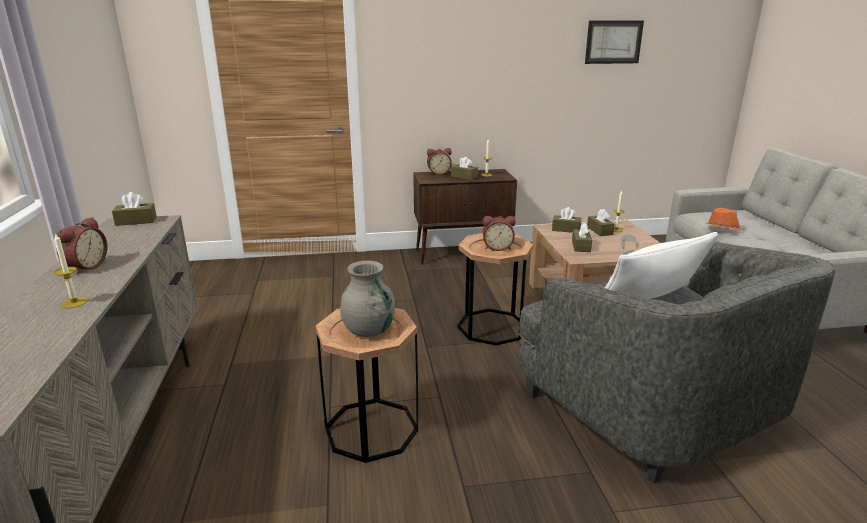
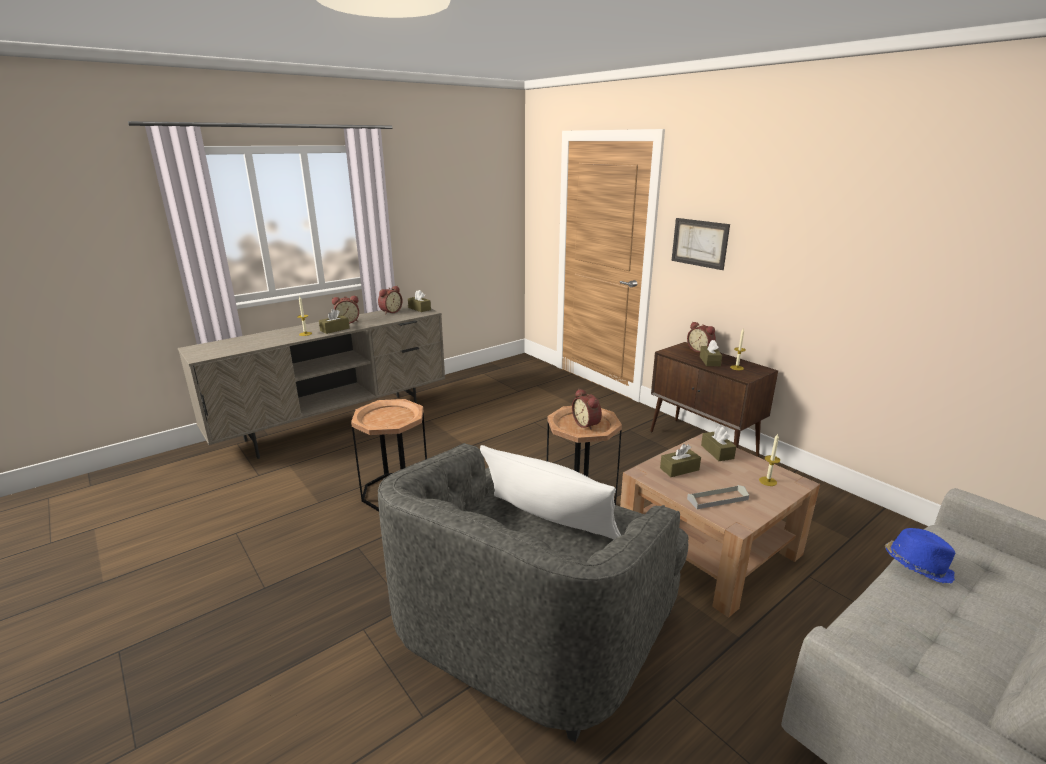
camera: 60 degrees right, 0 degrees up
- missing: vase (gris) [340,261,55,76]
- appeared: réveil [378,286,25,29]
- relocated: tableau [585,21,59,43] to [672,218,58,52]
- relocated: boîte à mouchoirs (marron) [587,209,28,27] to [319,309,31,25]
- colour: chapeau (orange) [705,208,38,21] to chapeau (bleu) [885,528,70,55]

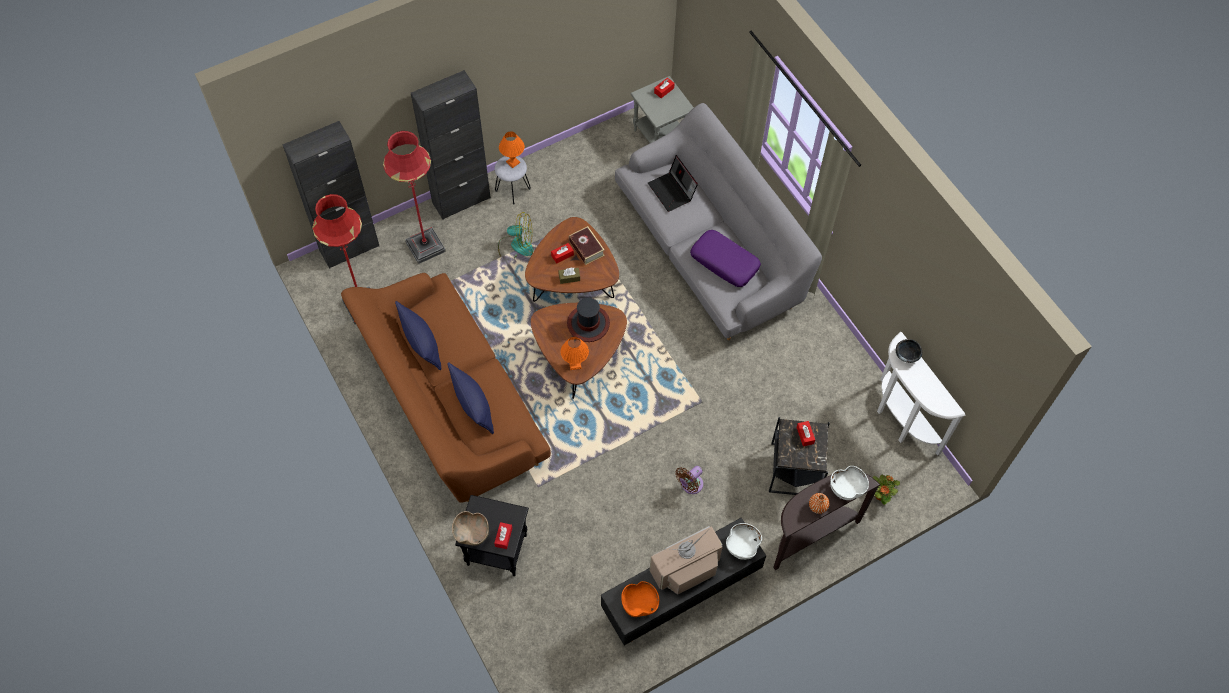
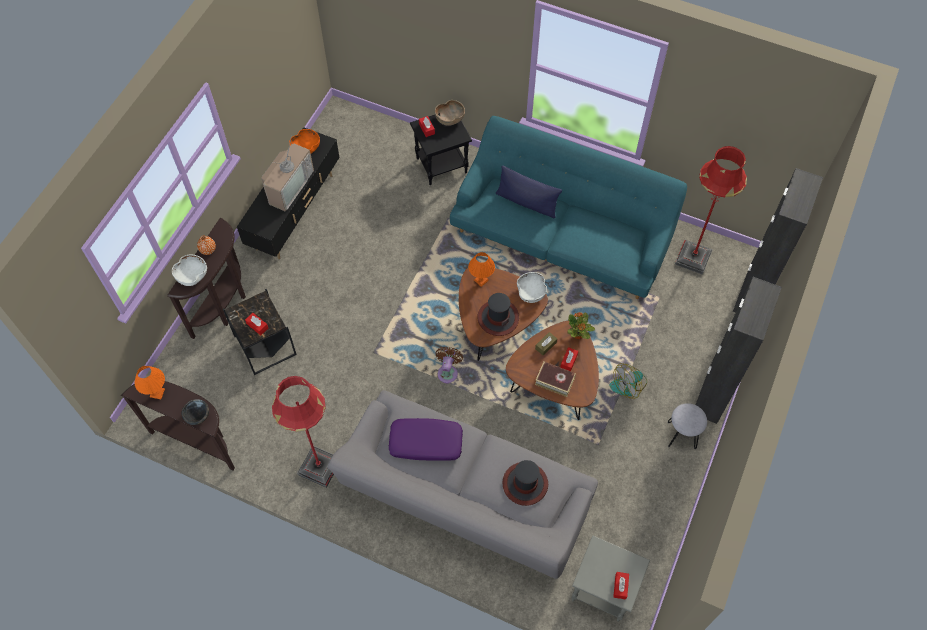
camera: 145 degrees right, 0 degrees up
- missing: coussin (bleu) [395,301,47,69]
- relocated: lampadaire (rouge) [383,131,63,133] to [272,376,62,112]
- relocated: lampe de table (orange) [499,131,26,37] to [134,366,31,33]
- relocated: ventilateur (marron) [675,466,28,28] to [436,347,27,36]
- relocated: bol (blanc) [726,523,36,37] to [517,272,30,31]
- relocated: plante en pot [872,474,28,31] to [568,312,27,27]
- exchanged: ordinateur portable [648,155,50,57] to chapeau [502,460,46,46]
- colour: canapé (marron) [341,273,210,230] to canapé (turquoise) [450,116,237,183]
- colour: table console (blanc) [877,332,89,124] to table console (marron) [121,381,114,89]

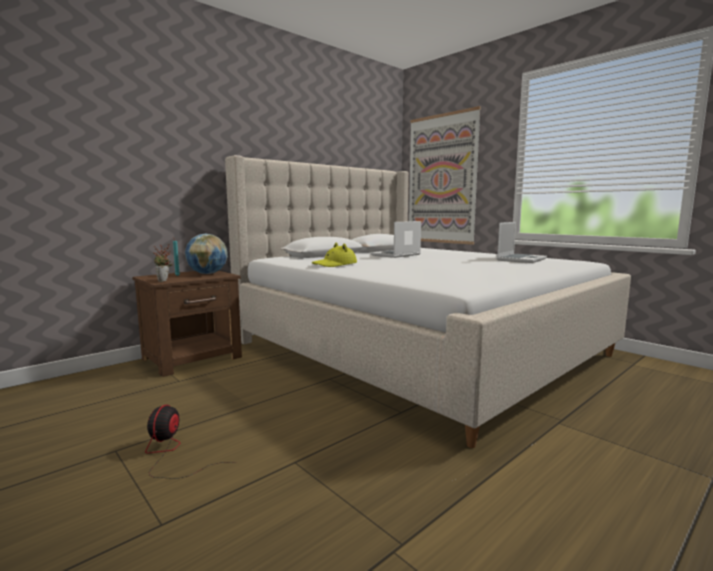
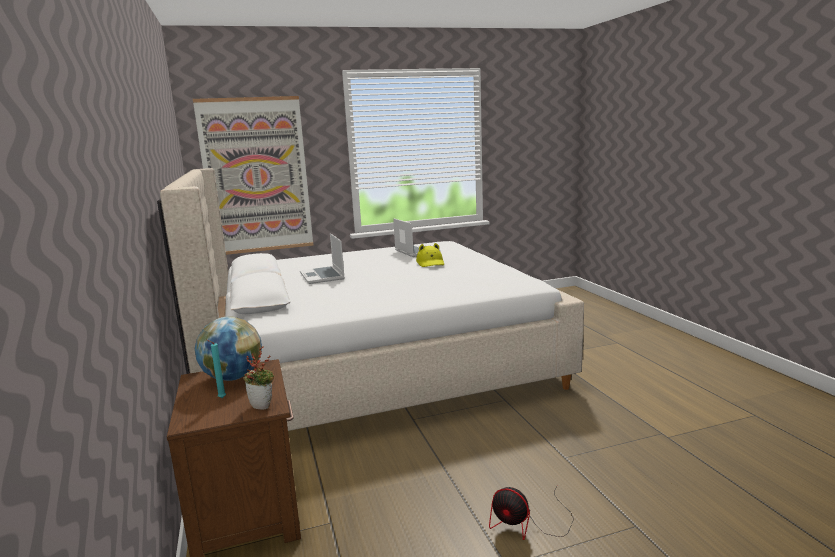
camera: 65 degrees left, 5 degrees up
- relocated: chapeau (jaune) [312,243,45,24] to [416,243,28,24]

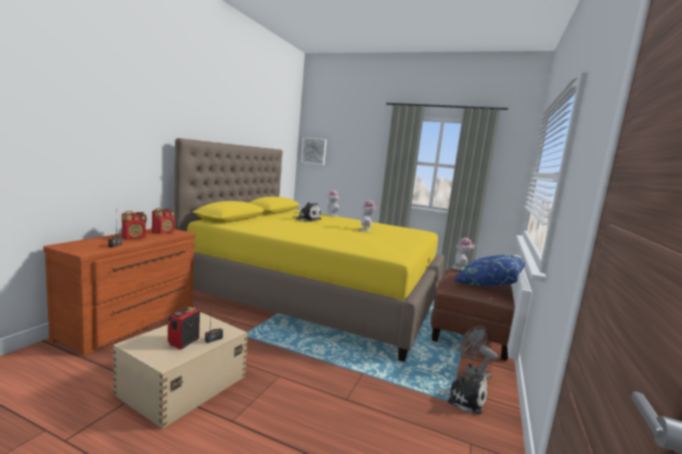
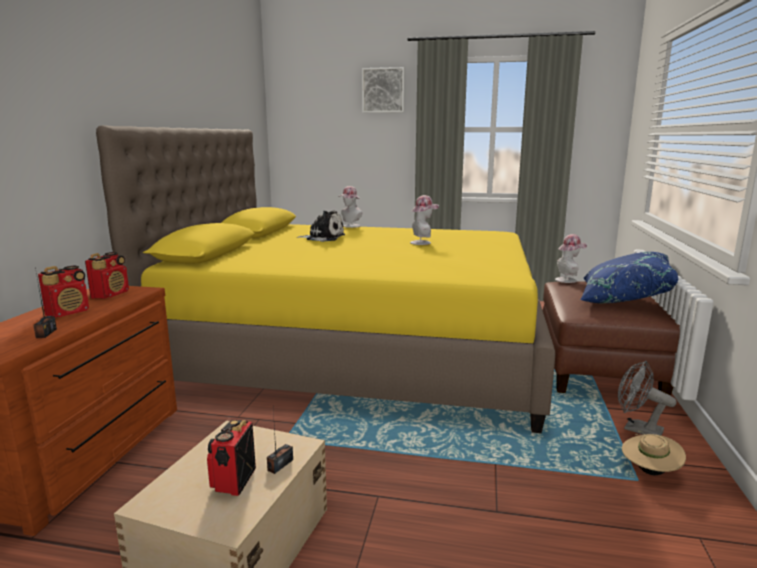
camera: 10 degrees left, 5 degrees up
- relocated: tableau [301,137,26,28] to [362,67,43,46]
- exchanged: peluche [436,367,51,47] to chapeau (beige) [622,430,64,45]

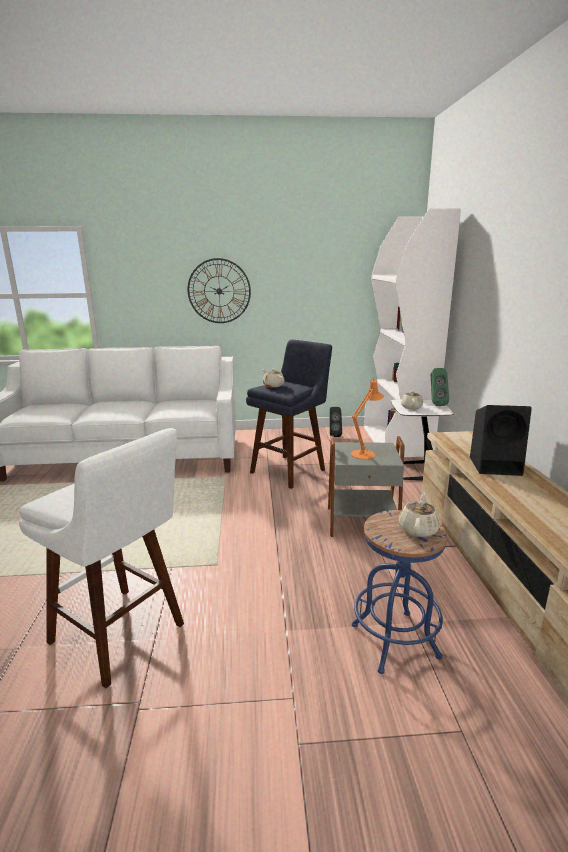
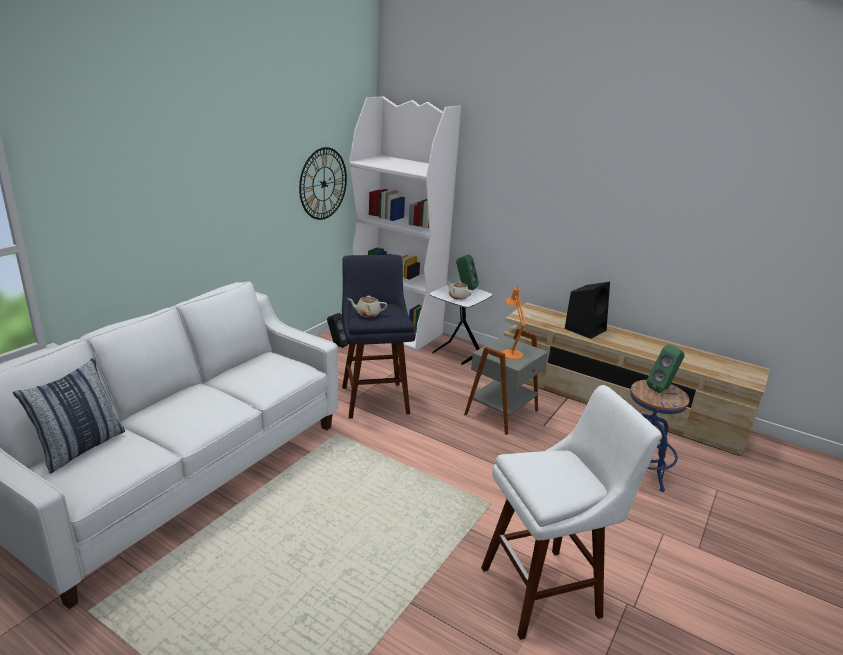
camera: 55 degrees left, 5 degrees up
- appeared: coussin [13,357,112,117]
- relocated: horloge murale [188,258,63,65] to [299,147,48,73]
- exchanged: théière (beige) [399,492,41,45] to enceinte (vert) [647,344,38,49]

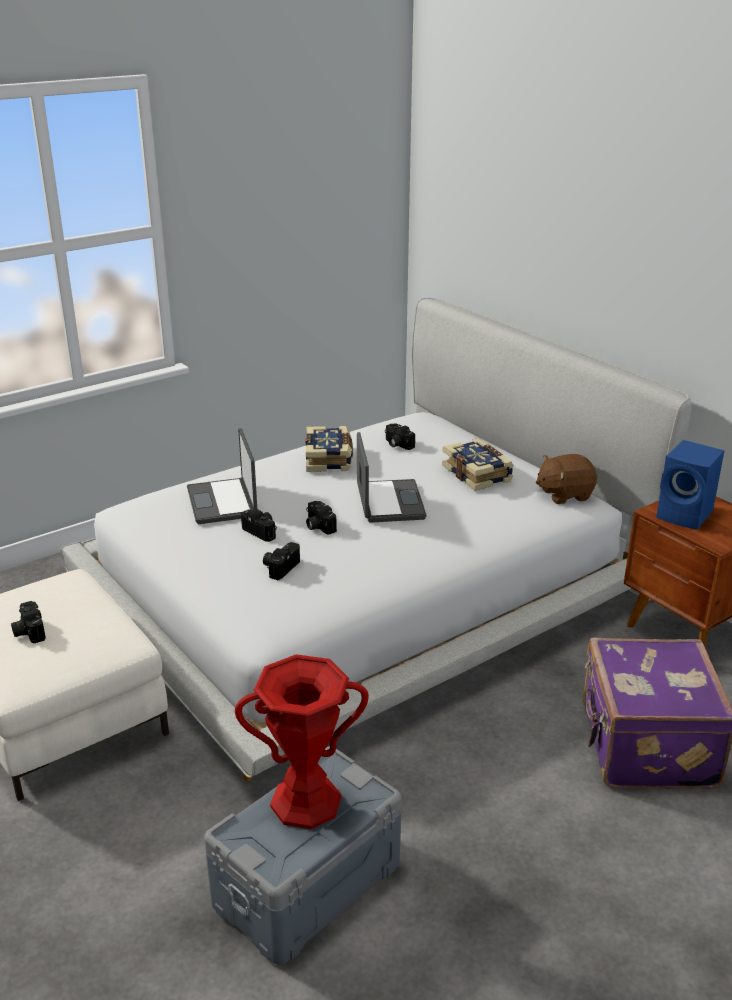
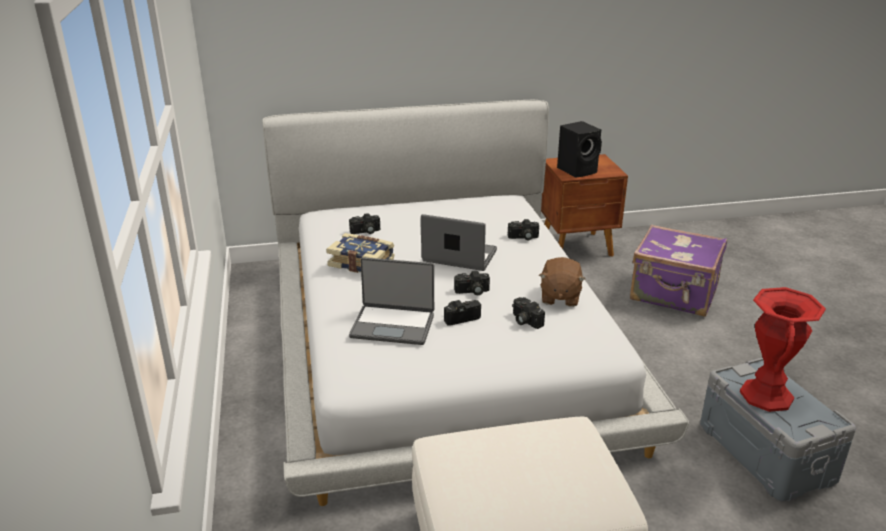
camera: 65 degrees left, 0 degrees up
- missing: livre [442,438,72,53]
- relocated: appareil photo [11,601,35,43] to [508,219,31,21]
- relocated: peluche (marron) [536,454,61,50] to [539,257,46,50]
- colour: enceinte (bleu) [656,440,69,90] to enceinte (noir) [557,121,45,57]

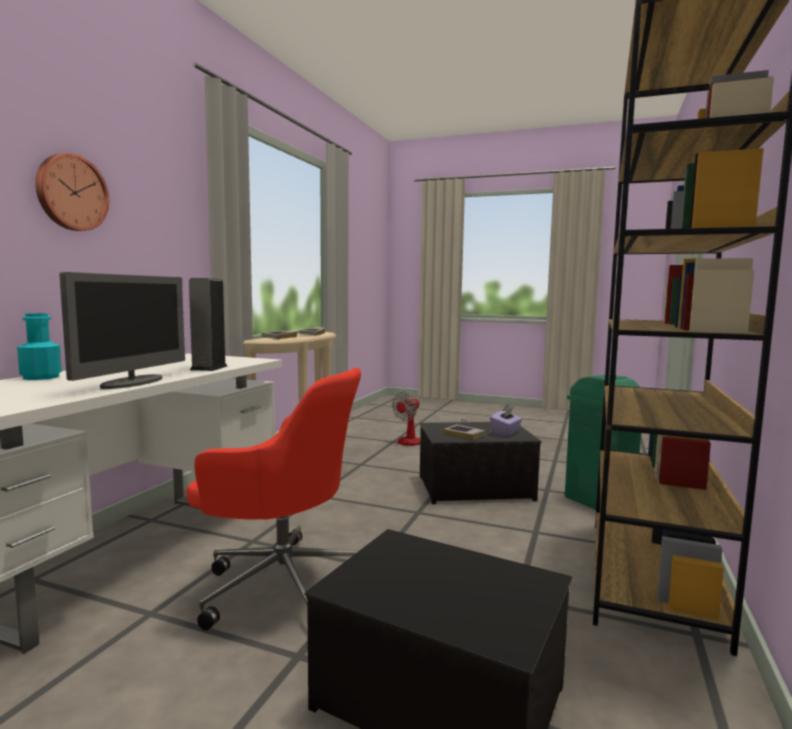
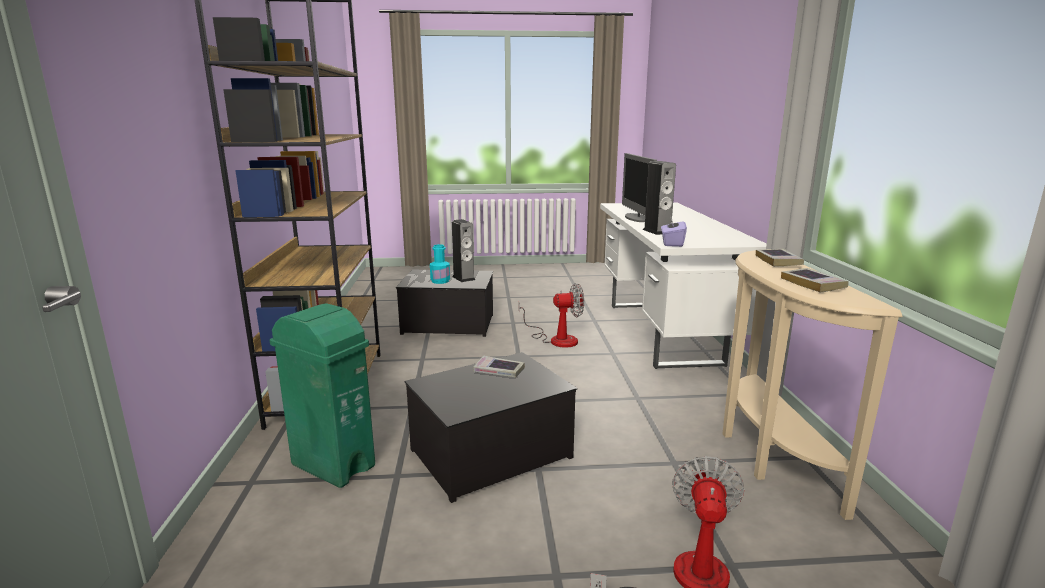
camera: 155 degrees right, 10 degrees up
- missing: horloge murale [35,153,74,78]
- appeared: enceinte [452,219,23,63]
- relocated: bouteille (turquoise) [17,313,45,67] to [430,244,20,40]
- relocated: boîte à mouchoirs (violet) [490,407,32,29] to [661,217,26,30]
- exchanged: chaise de bureau (rouge) [186,368,175,263] to ventilateur [519,283,65,65]

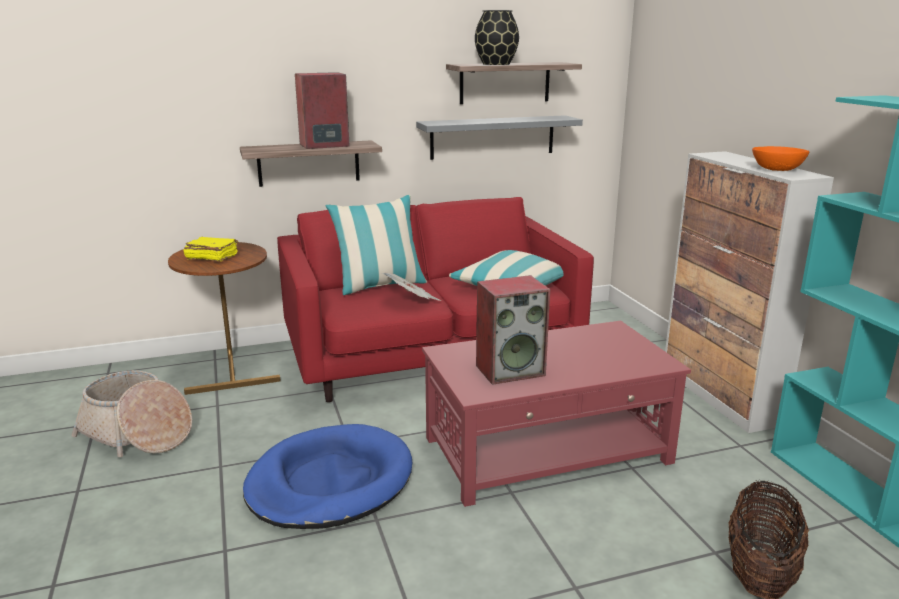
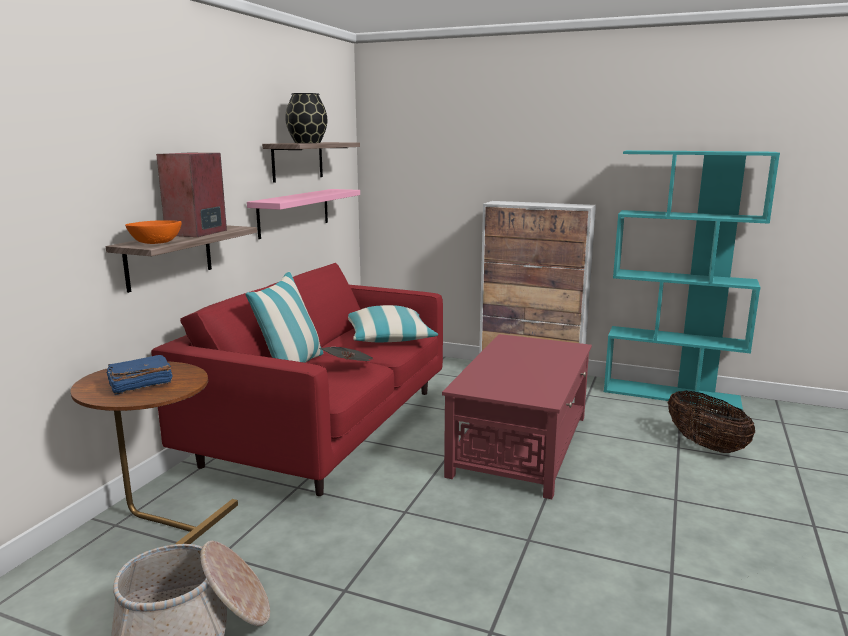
camera: 50 degrees left, 5 degrees down
- missing: panier pour chien (bleu) [243,424,169,105]
- missing: enceinte [476,275,74,110]
- relocated: bol (orange) [752,146,57,25] to [125,220,57,24]
- colour: livre (jaune) [183,237,55,25] to livre (bleu) [106,355,66,40]
- colour: étagère (gris) [416,115,167,45] to étagère (rose) [247,189,113,50]

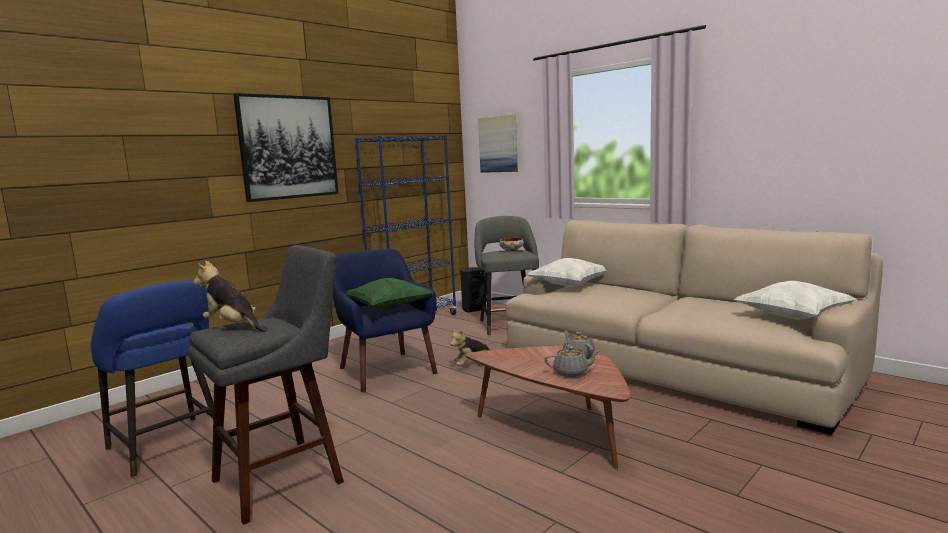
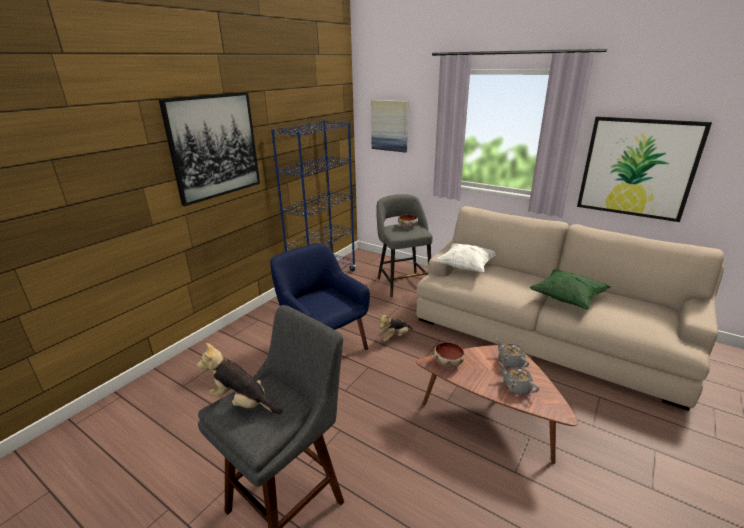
camera: 10 degrees left, 15 degrees up
- missing: tabouret (bleu) [91,281,133,196]
- missing: enceinte (noir) [460,267,26,46]
- missing: coussin (blanc) [734,281,122,39]
- appeared: bol [433,342,32,25]
- appeared: tableau [577,116,135,106]
- relocated: coussin (vert) [346,278,87,32] to [529,269,82,40]
- spun: théière (gris) [544,346,56,31] = [499,362,40,33] 120 degrees counterclockwise

